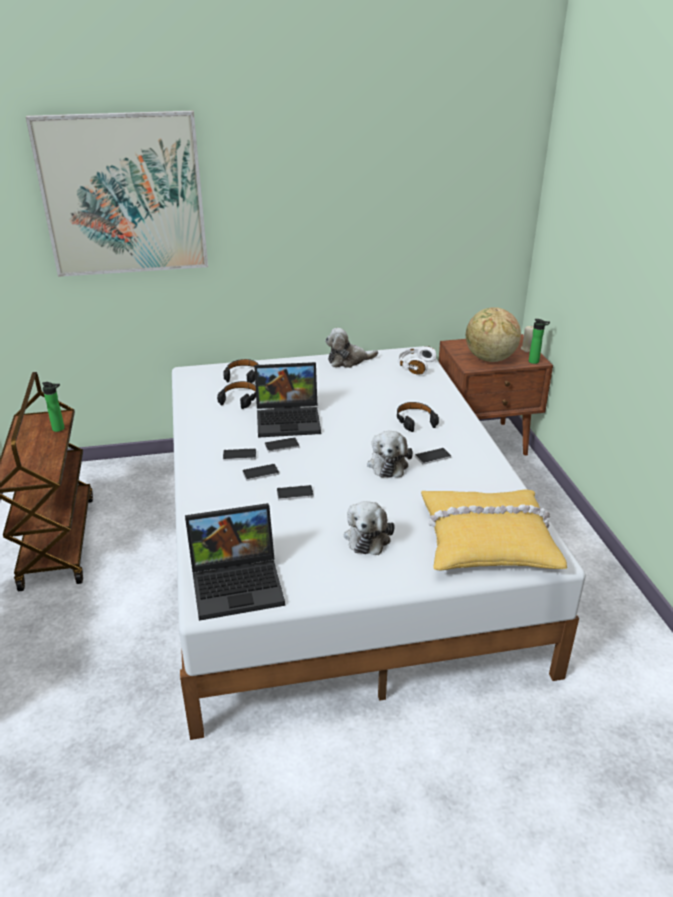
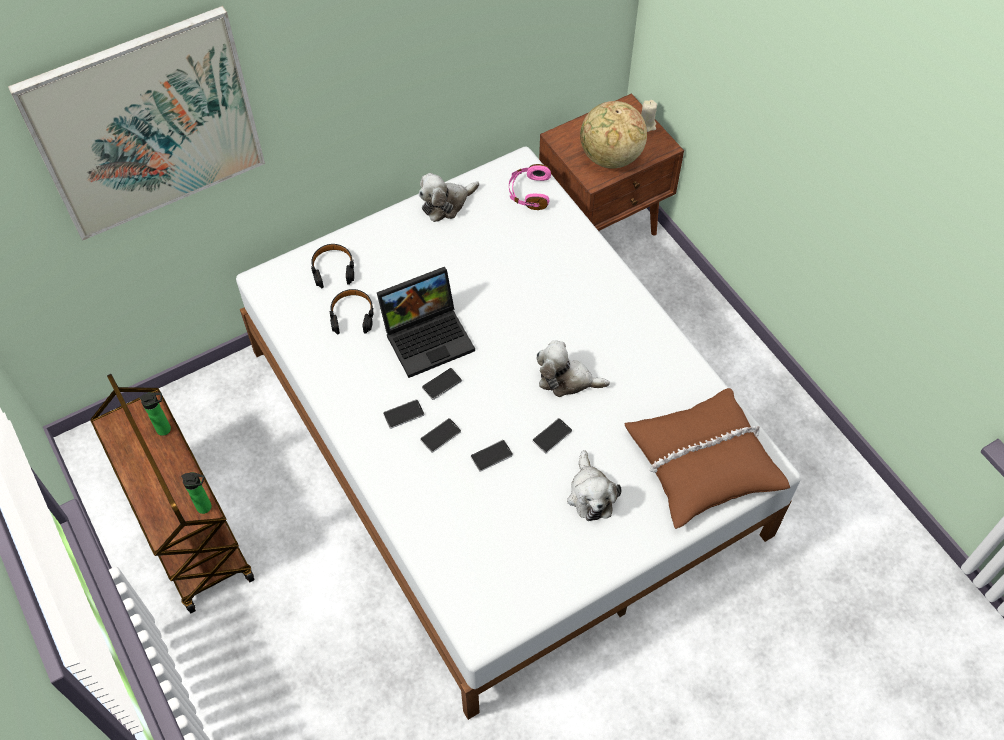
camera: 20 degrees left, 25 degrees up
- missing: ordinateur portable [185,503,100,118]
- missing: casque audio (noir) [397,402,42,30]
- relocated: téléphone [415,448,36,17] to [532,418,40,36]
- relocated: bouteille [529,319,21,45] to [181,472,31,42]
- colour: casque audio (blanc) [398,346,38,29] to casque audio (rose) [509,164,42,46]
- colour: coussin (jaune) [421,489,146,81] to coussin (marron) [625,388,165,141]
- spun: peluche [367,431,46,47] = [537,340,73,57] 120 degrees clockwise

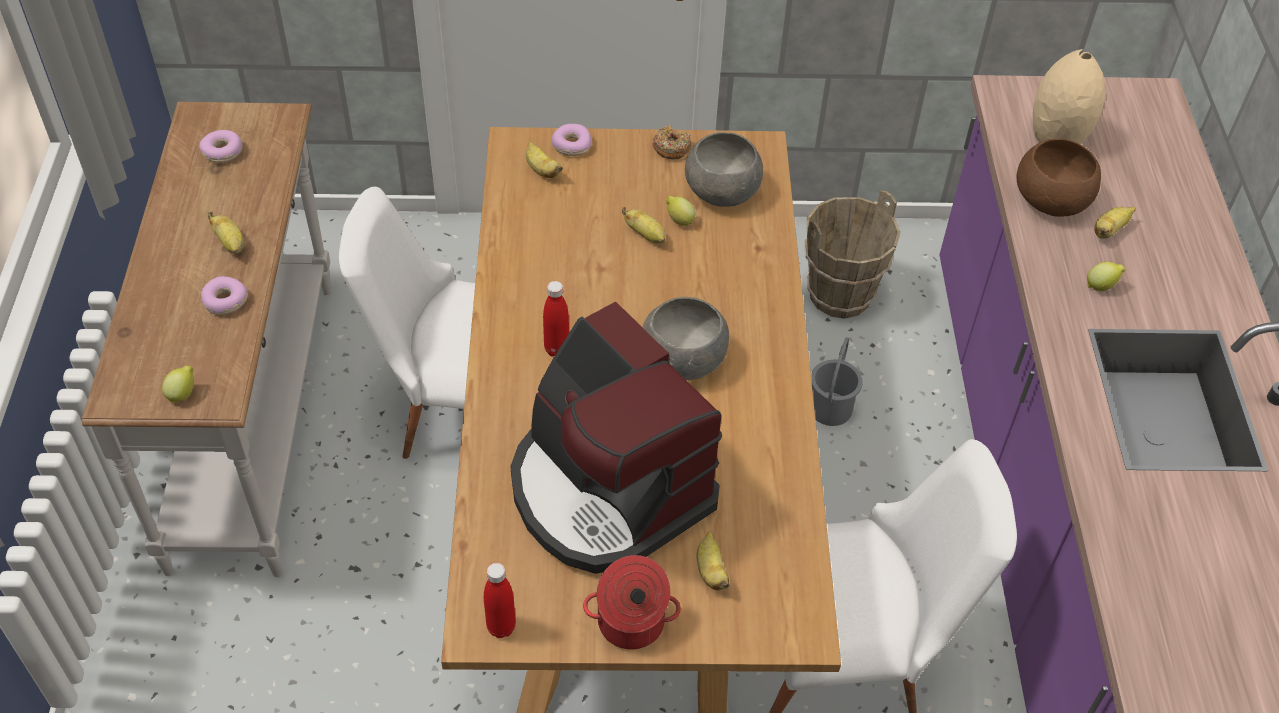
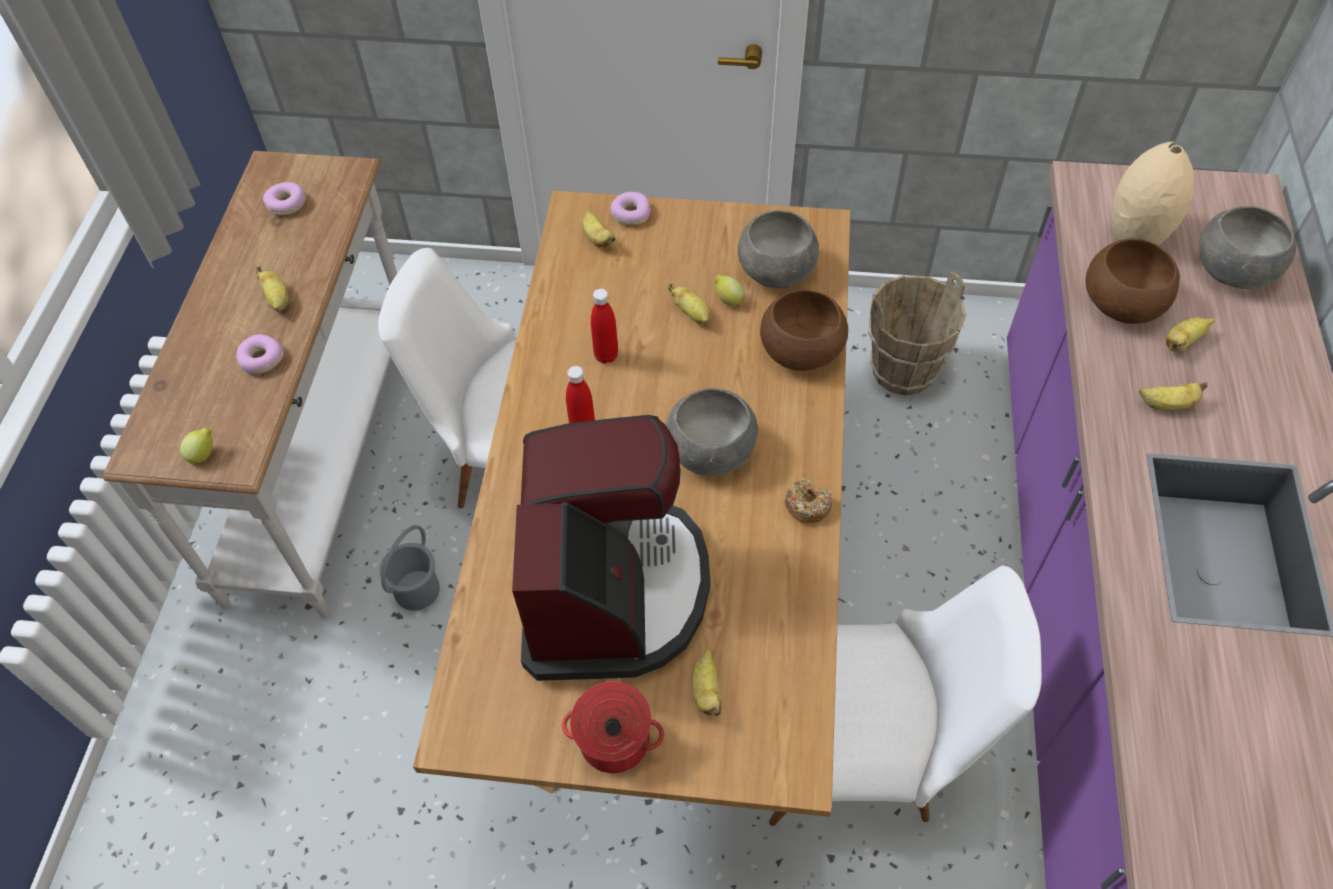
camera: 10 degrees right, 5 degrees up
- appeared: bol (marron) [760,289,88,82]
- appeared: bol (gris) [1199,206,97,83]
- relocated: bouteille (rouge) [484,563,32,75] to [591,288,27,76]
- relocated: beignet [652,125,39,34] to [784,477,48,46]
- relocated: seau (gris) [811,337,52,89] to [380,525,60,86]
- exchanged: citron [1087,262,38,29] to banane [1139,382,69,29]
- spun: machine à café [511,301,211,273] = [512,415,198,266] 150 degrees counterclockwise

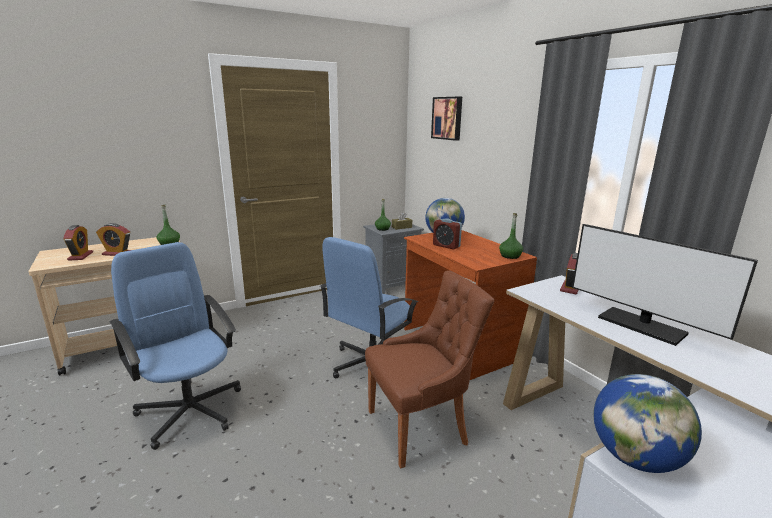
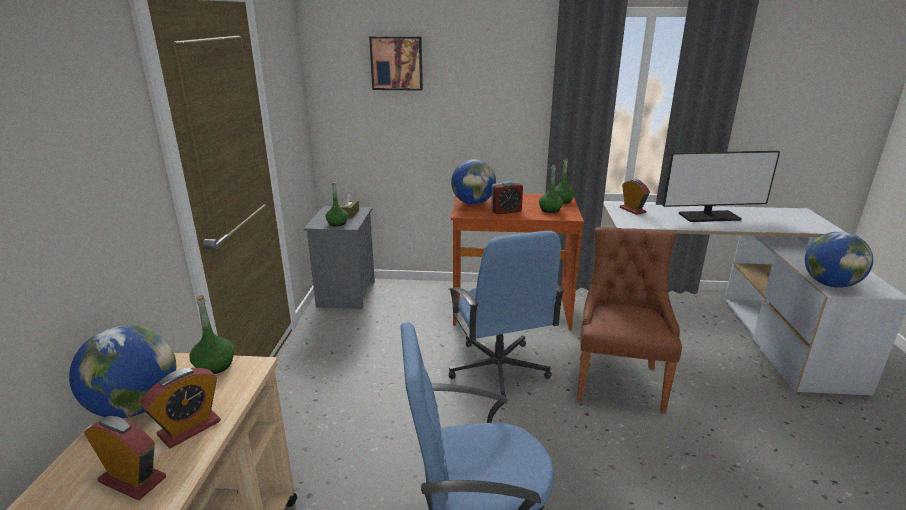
camera: 55 degrees left, 5 degrees up
- appeared: globe [69,325,107,93]
- appeared: bouteille (vert) [539,165,24,48]

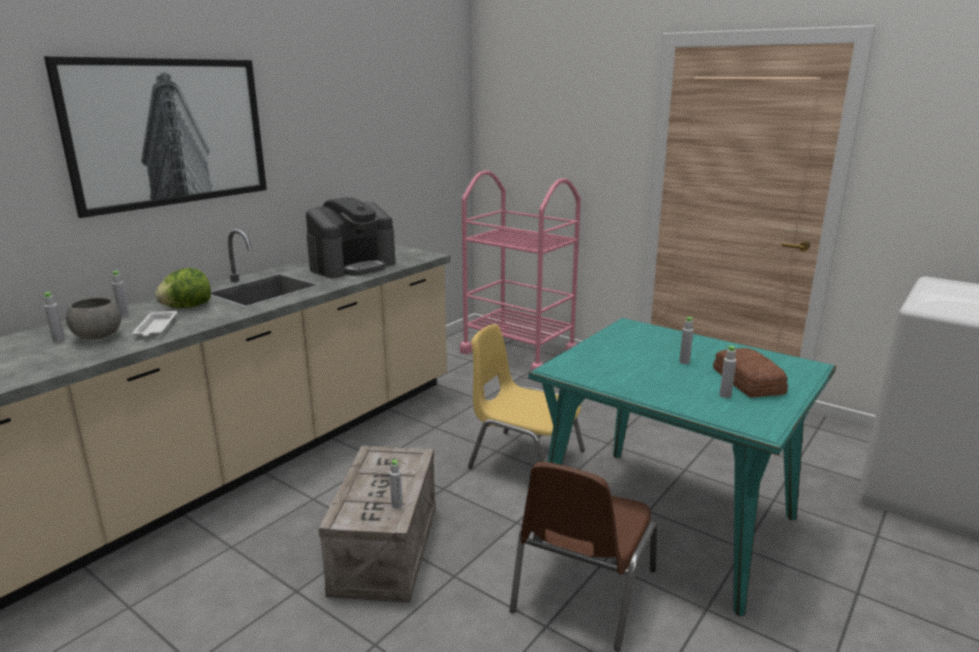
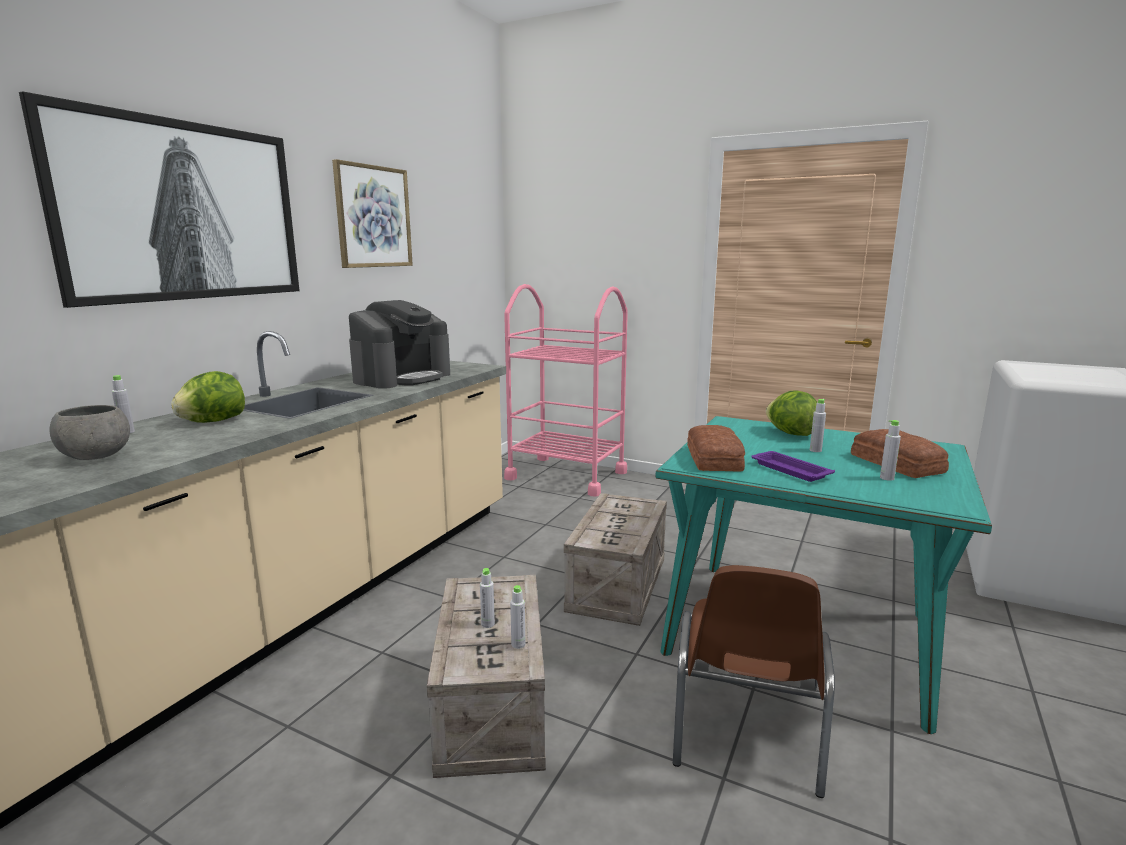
camera: 10 degrees left, 5 degrees down
- missing: plateau (blanc) [132,311,45,27]
- appeared: tableau [332,159,81,109]
- appeared: pain [687,425,58,47]
- appeared: plateau (violet) [751,451,84,31]
- appeared: laitue [766,391,51,45]
- relocated: bouteille (gris) [42,292,23,49] to [480,568,15,60]
- exchanged: chaise (jaune) [468,324,117,145] to caisse [564,493,103,133]

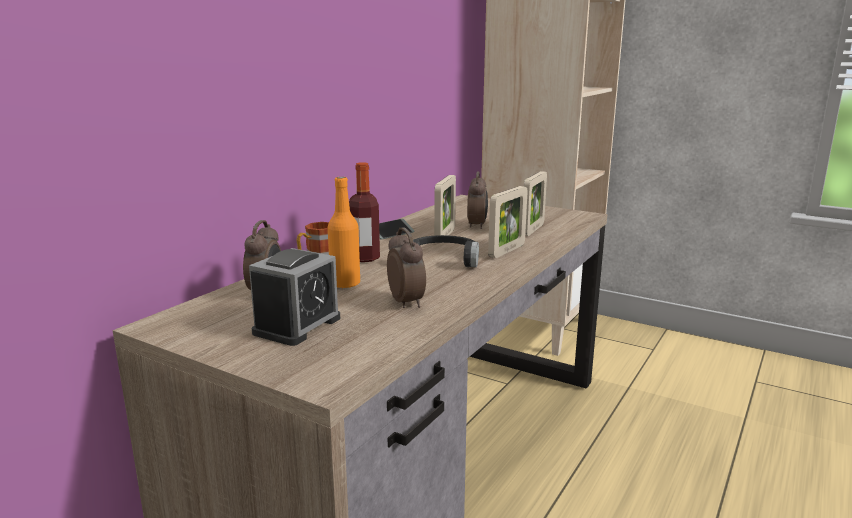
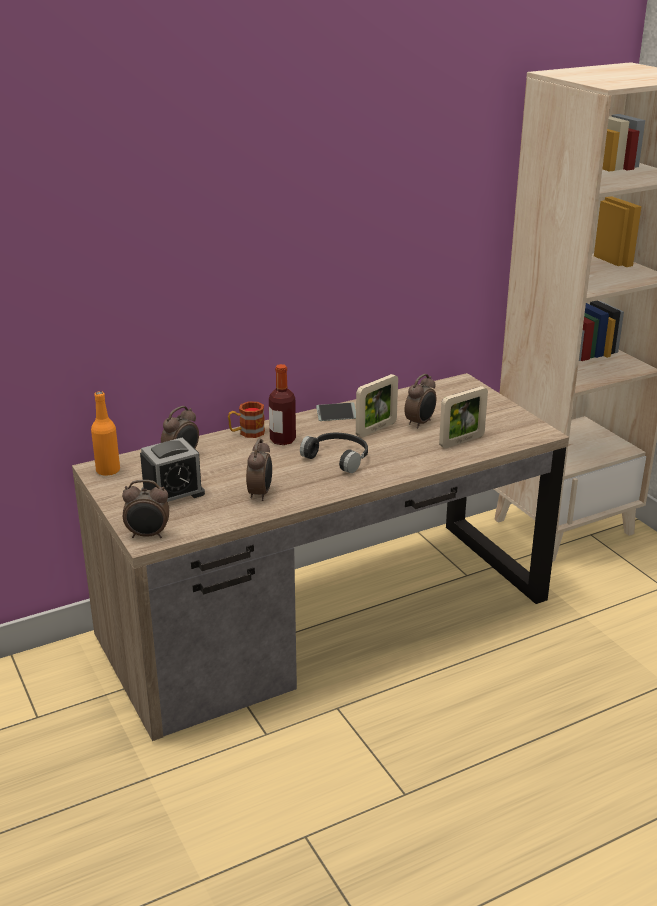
camera: 30 degrees right, 10 degrees up
- missing: cadre photo [488,186,39,72]
- appeared: réveil [122,480,47,58]
- relocated: bouteille (orange) [328,177,32,111] to [91,391,29,85]

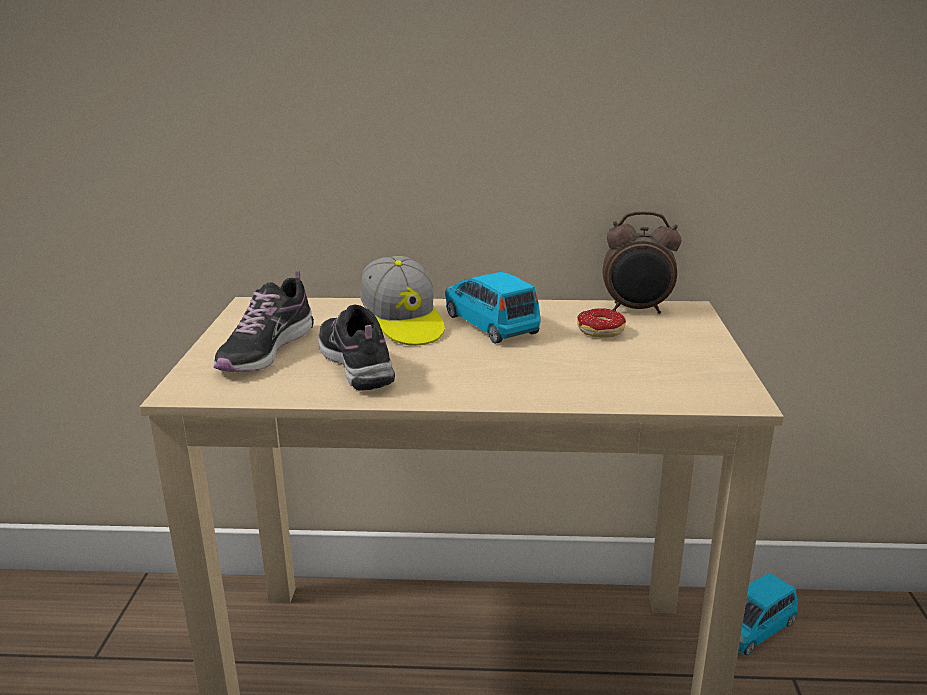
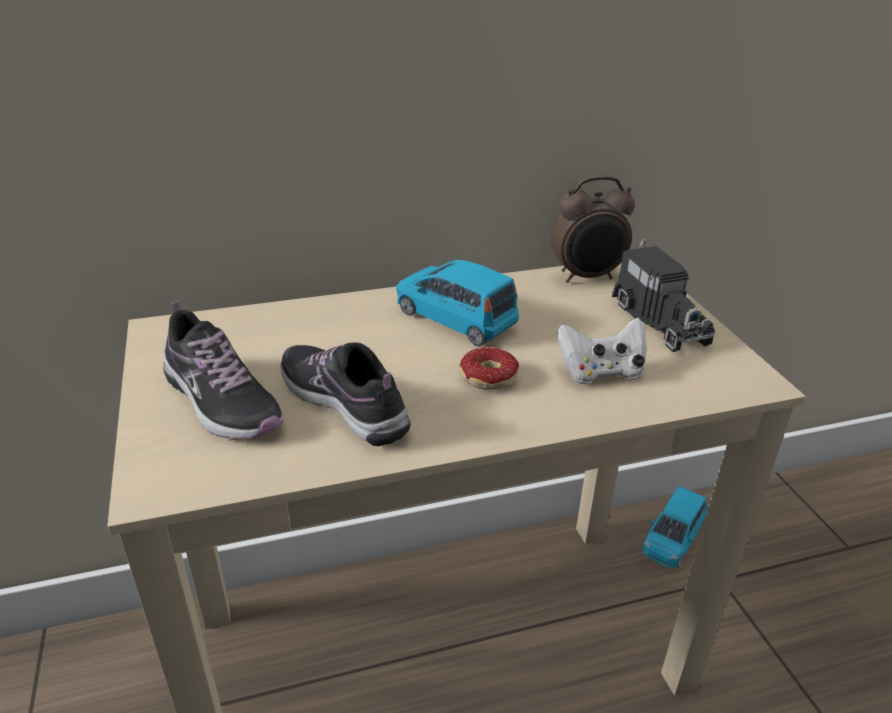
camera: 20 degrees left, 10 degrees up
- missing: casquette [360,256,85,90]
- appeared: manette (blanc) [557,318,90,66]
- appeared: camion jouet [612,239,104,113]
- relocated: beignet [577,308,49,29] to [460,347,59,43]
- spun: chaussure [214,271,100,101] = [163,301,121,138] 45 degrees counterclockwise

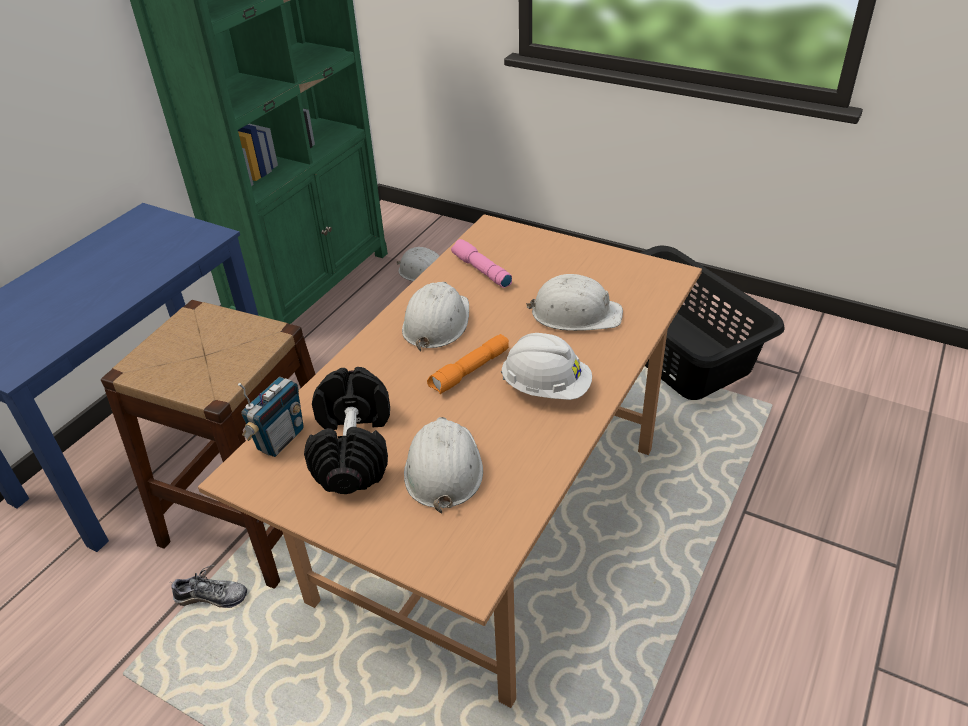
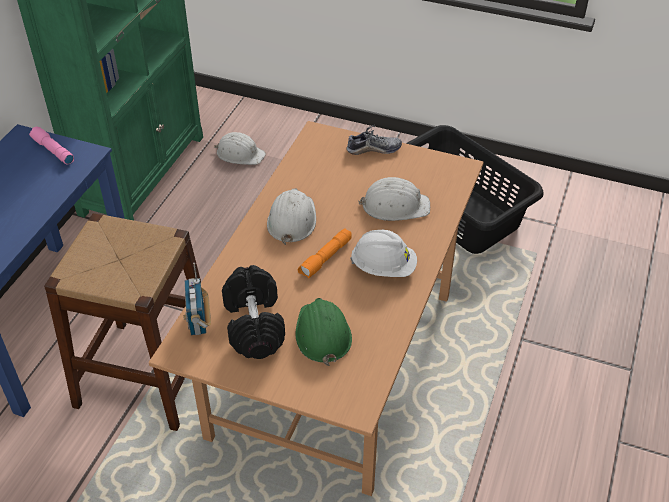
camera: 10 degrees left, 5 degrees up
- relocated: chaussure [171,565,76,43] to [347,125,55,30]
- relocated: lampe de poche (rose) [451,239,61,49] to [29,126,45,39]
- colour: casque de chantier (blanc) [404,417,79,96] to casque de chantier (vert) [296,298,56,68]
- spun: radio [238,377,66,80] = [183,263,28,72] 150 degrees clockwise

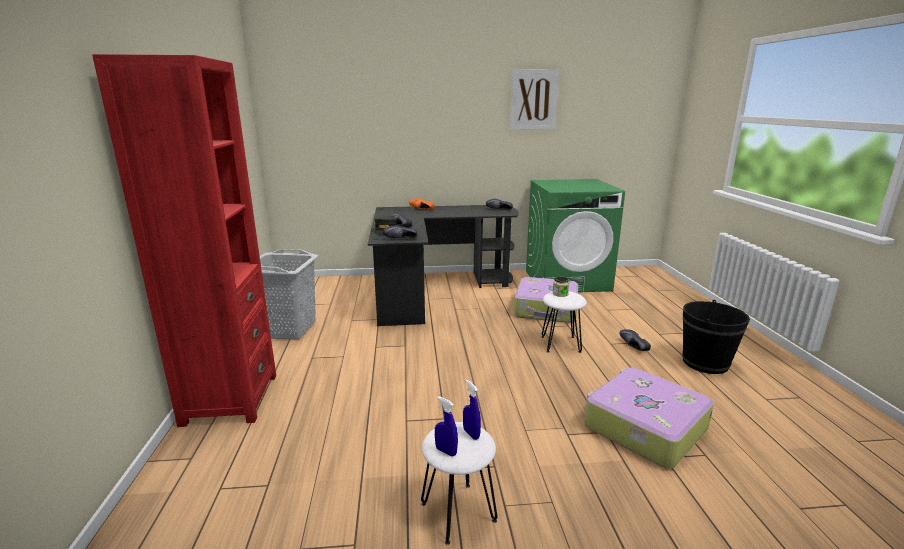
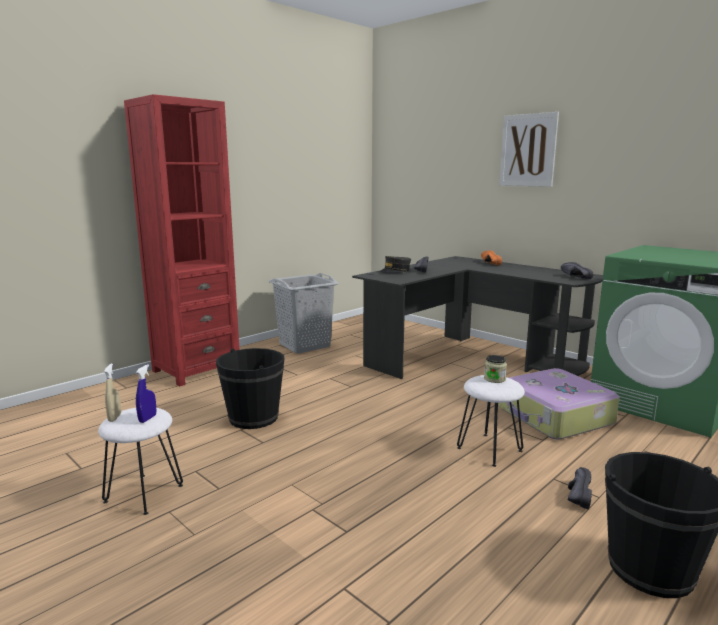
camera: 50 degrees right, 5 degrees down
- missing: chaussure (noir) [383,225,34,13]
- missing: valise [584,367,130,102]
- appeared: seau (noir) [216,348,68,81]
- relocated: tableau [510,69,49,61] to [499,112,60,75]
- colour: vaporisateur (bleu) [435,396,23,60] to vaporisateur (beige) [104,363,17,59]

